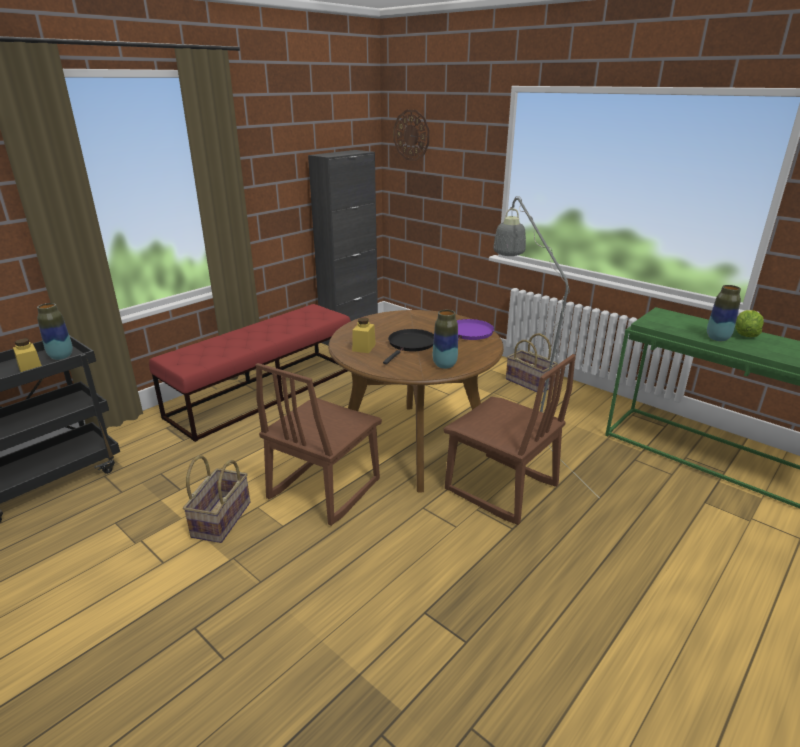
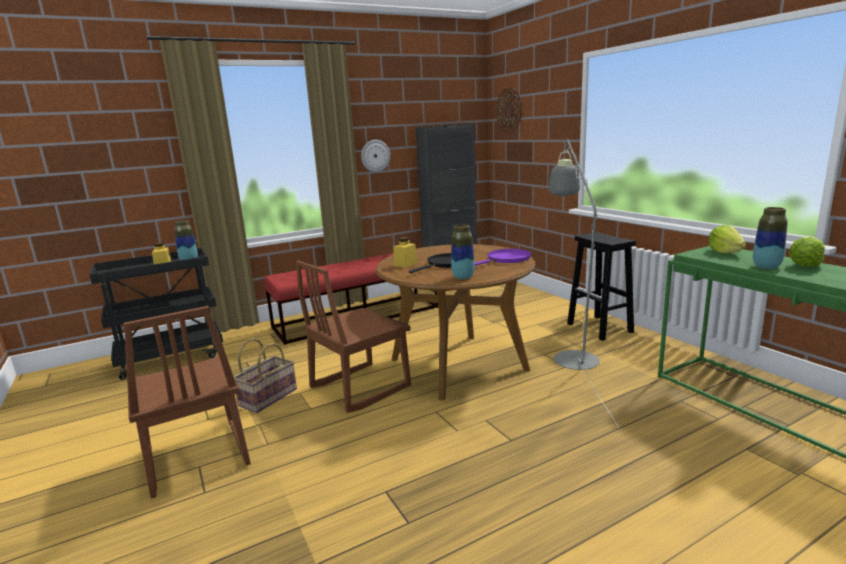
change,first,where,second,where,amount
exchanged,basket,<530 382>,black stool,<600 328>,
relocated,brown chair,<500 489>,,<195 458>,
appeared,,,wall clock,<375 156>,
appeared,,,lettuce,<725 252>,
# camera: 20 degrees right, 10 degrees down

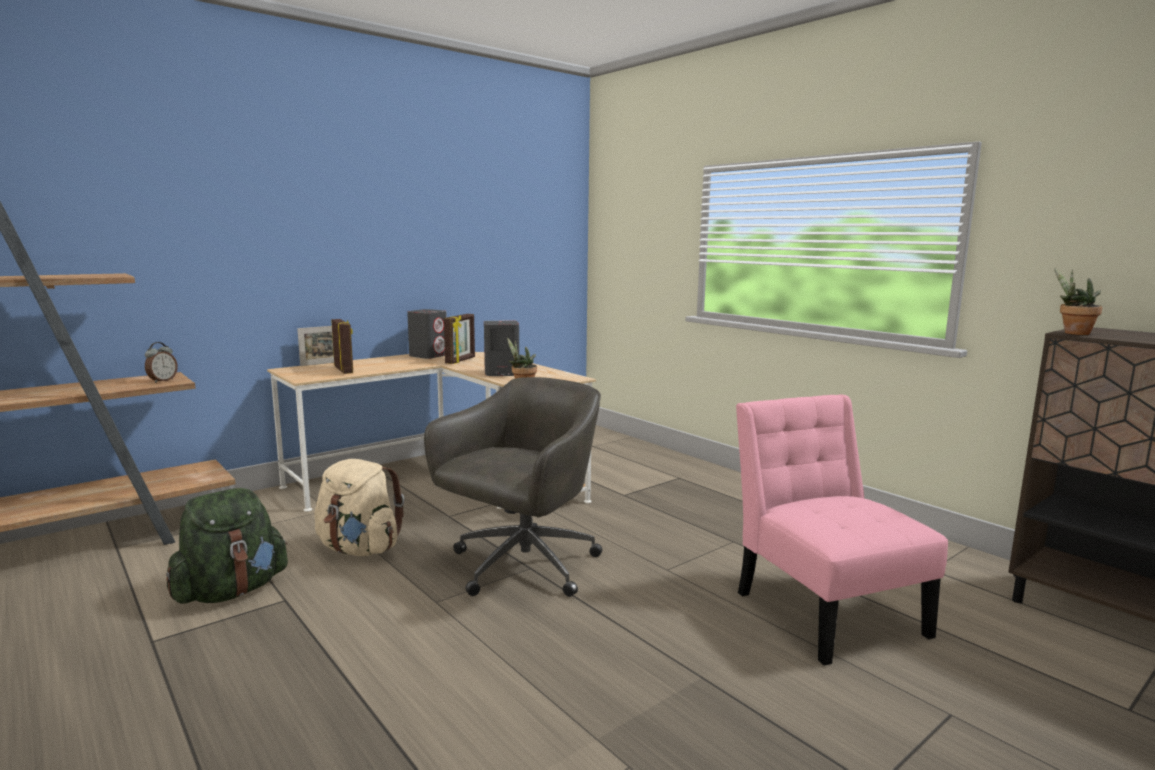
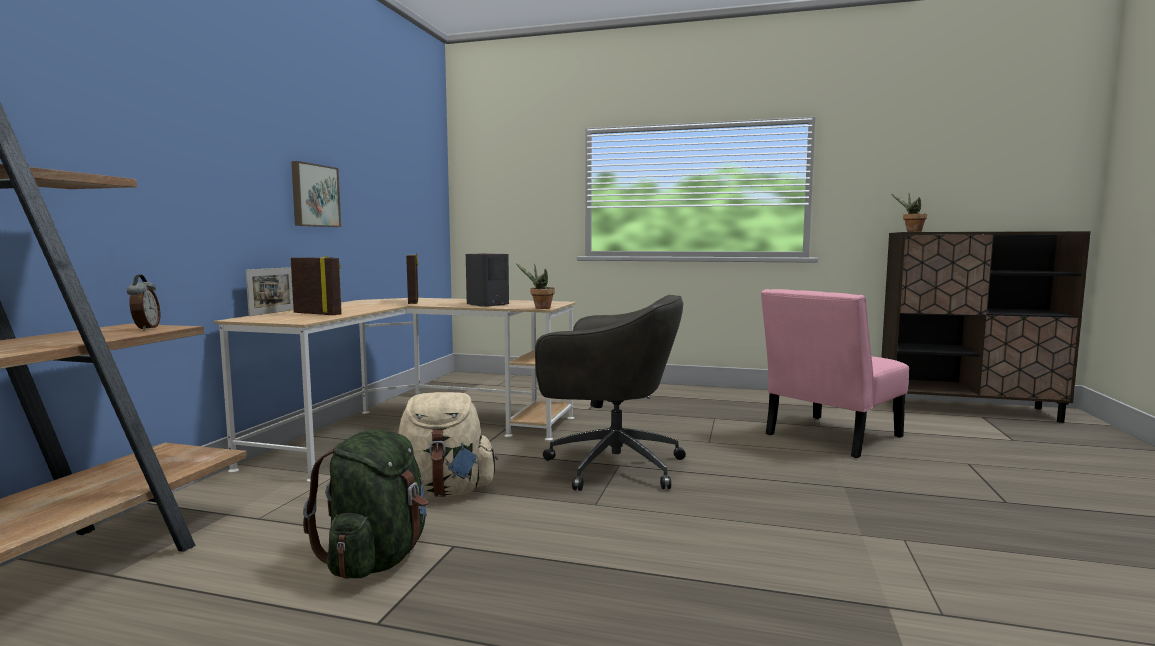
change,first,where,second,where,amount
missing,grey speaker,<428 356>,,,
spun,grey office chair,<521 566>,,<610 466>,105 degrees clockwise
spun,pink chair,<823 609>,,<829 437>,75 degrees counterclockwise
appeared,,,picture,<314 195>,
# camera: 35 degrees left, 5 degrees down

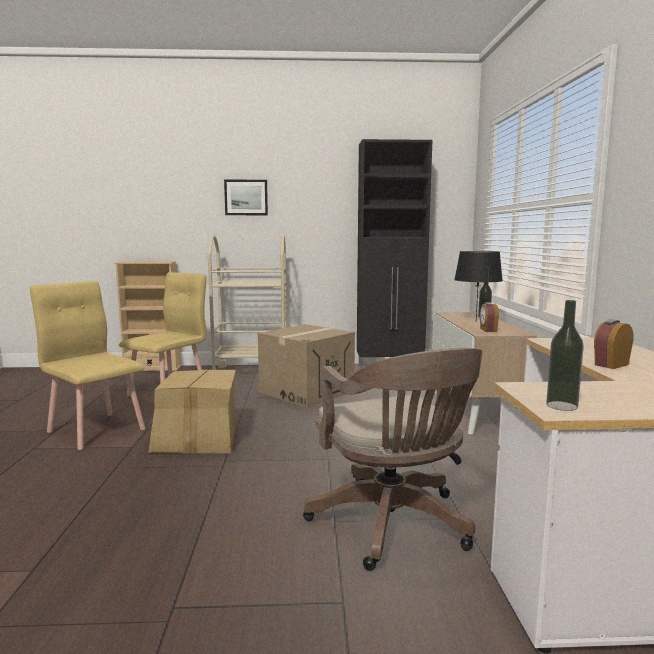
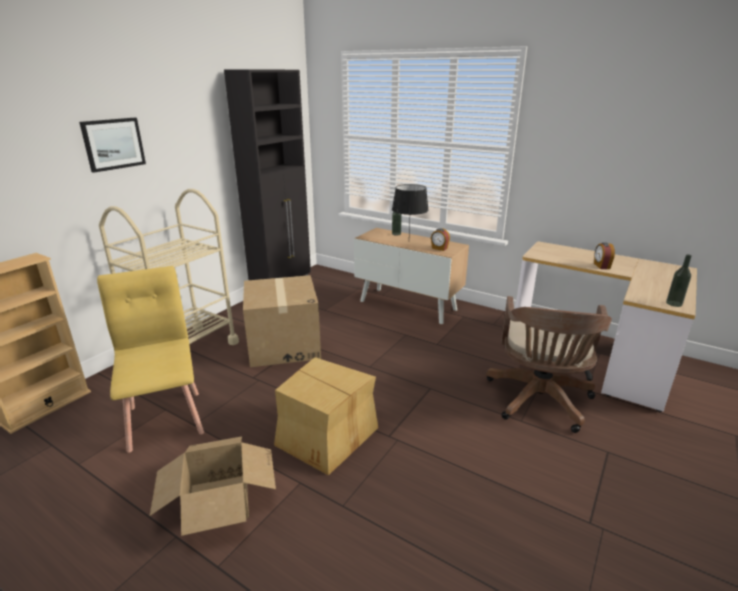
change,first,where,second,where,amount
exchanged,yellow chair,<96 430>,cardboard box,<219 500>,
spun,brown office chair,<393 526>,,<539 402>,90 degrees clockwise
# camera: 55 degrees left, 15 degrees up

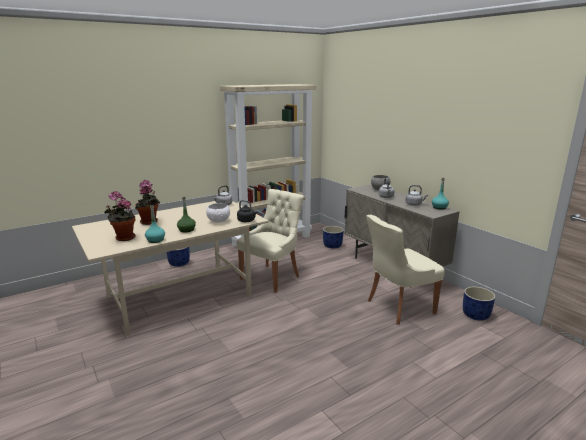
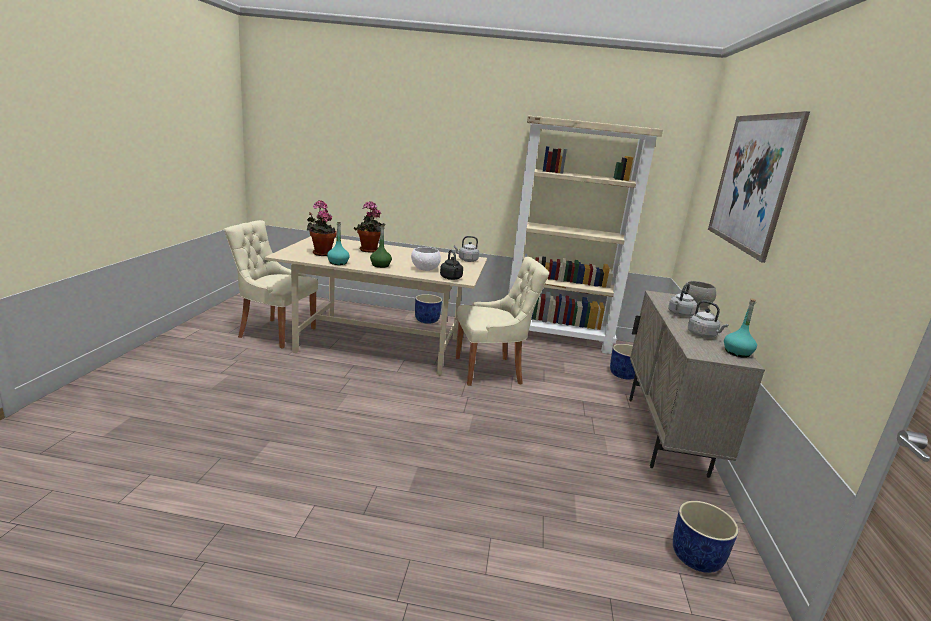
change,first,where,second,where,amount
relocated,beige chair,<398 307>,,<274 332>,
appeared,,,picture,<751 181>,
# camera: 40 degrees right, 0 degrees up

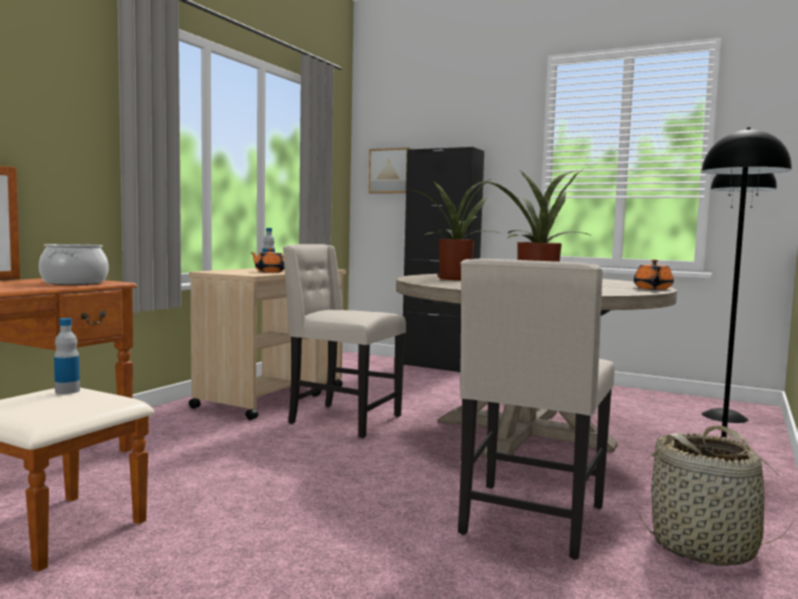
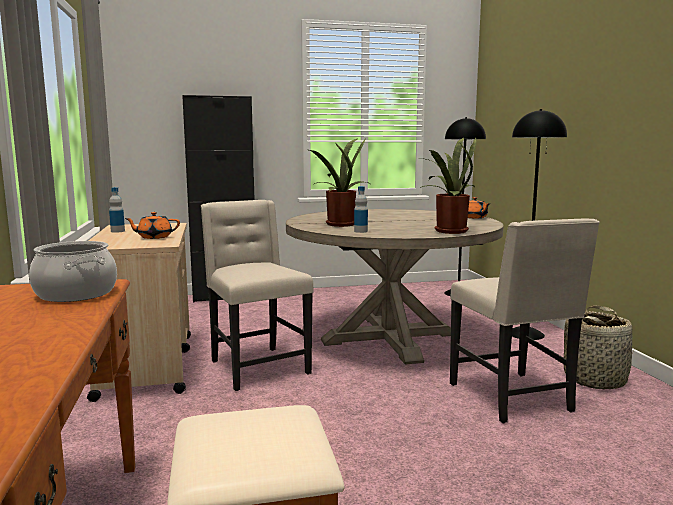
change,first,where,second,where,amount
missing,picture,<390 171>,,,
spun,beige chair,<342 420>,,<257 367>,75 degrees clockwise
relocated,bottle,<67 391>,,<360 231>,
# camera: 40 degrees left, 5 degrees up

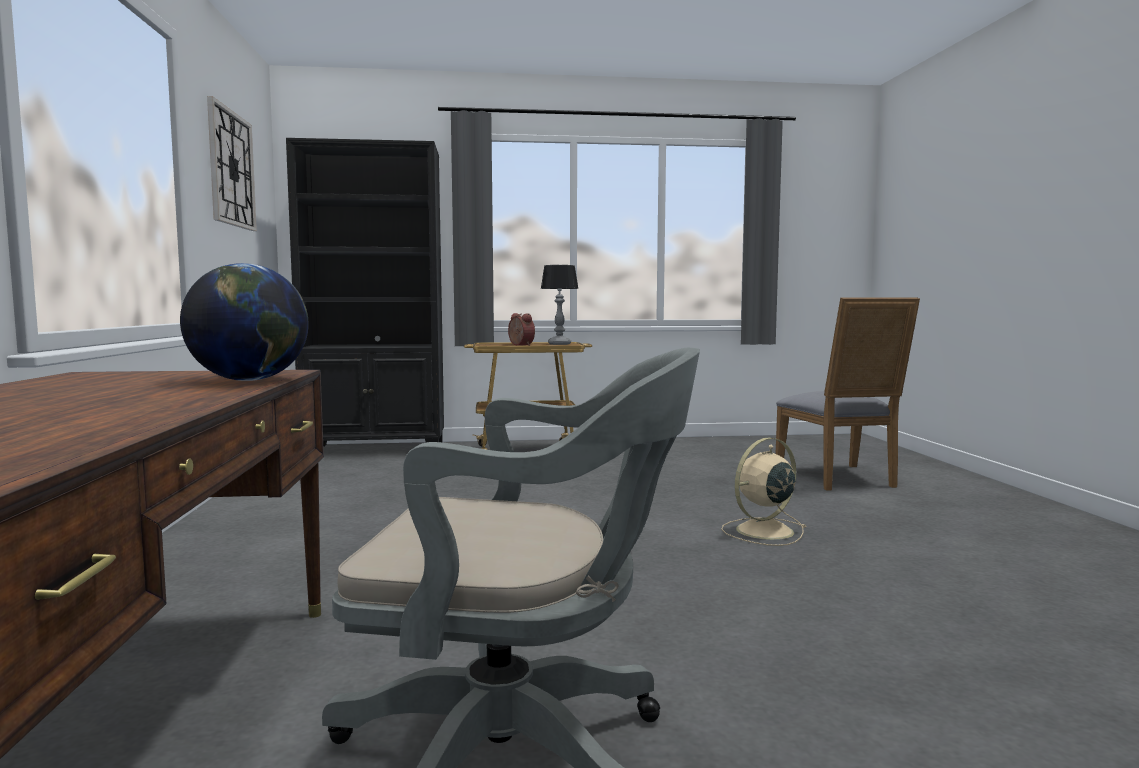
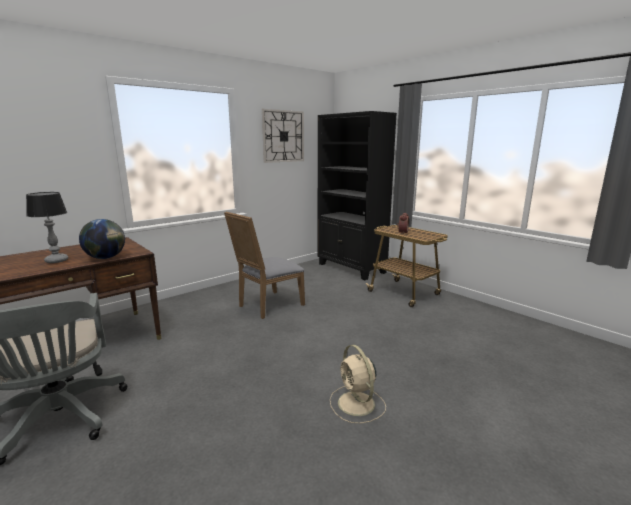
change,first,where,second,where,amount
relocated,table lamp,<559 344>,,<57 260>,
relocated,grey chair,<840 479>,,<267 306>,
spun,beige fan,<762 531>,,<357 404>,135 degrees counterclockwise
# camera: 55 degrees right, 10 degrees up

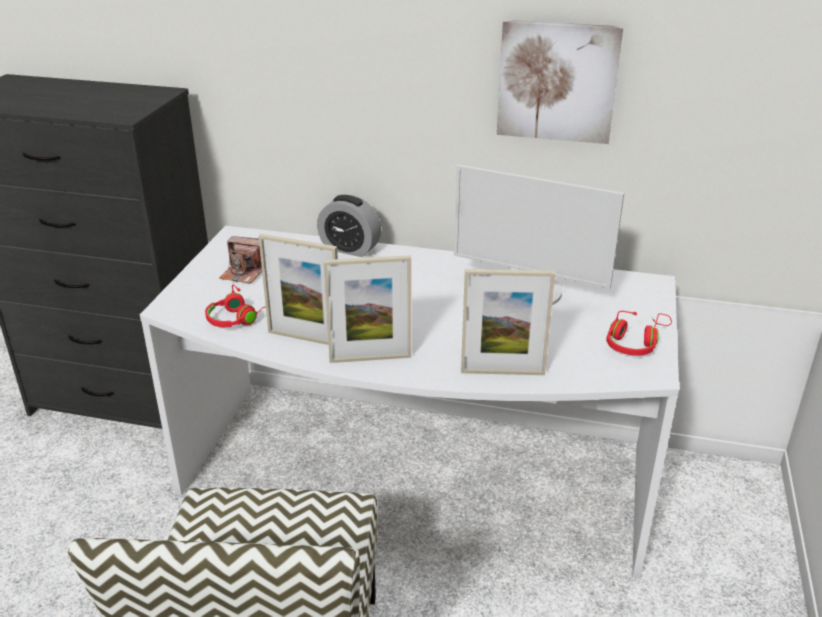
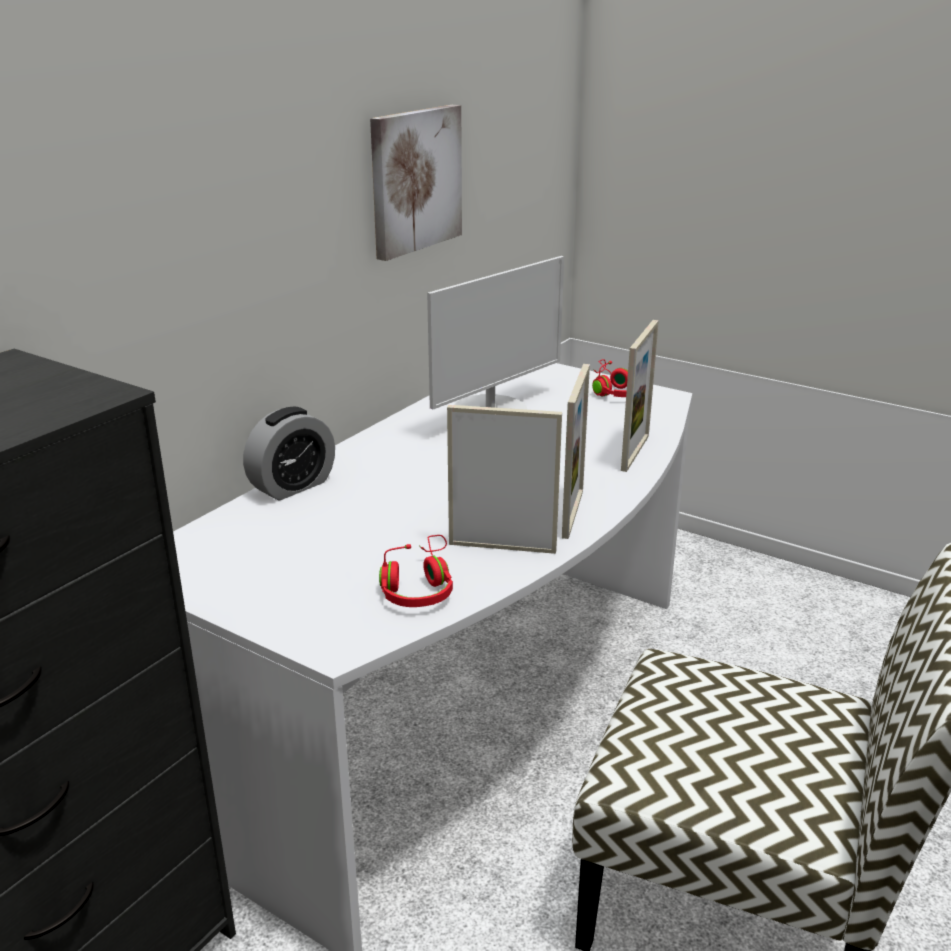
change,first,where,second,where,amount
spun,picture frame,<304 338>,,<502 547>,120 degrees counterclockwise
missing,photo camera,<244 272>,,,
# camera: 70 degrees left, 5 degrees down

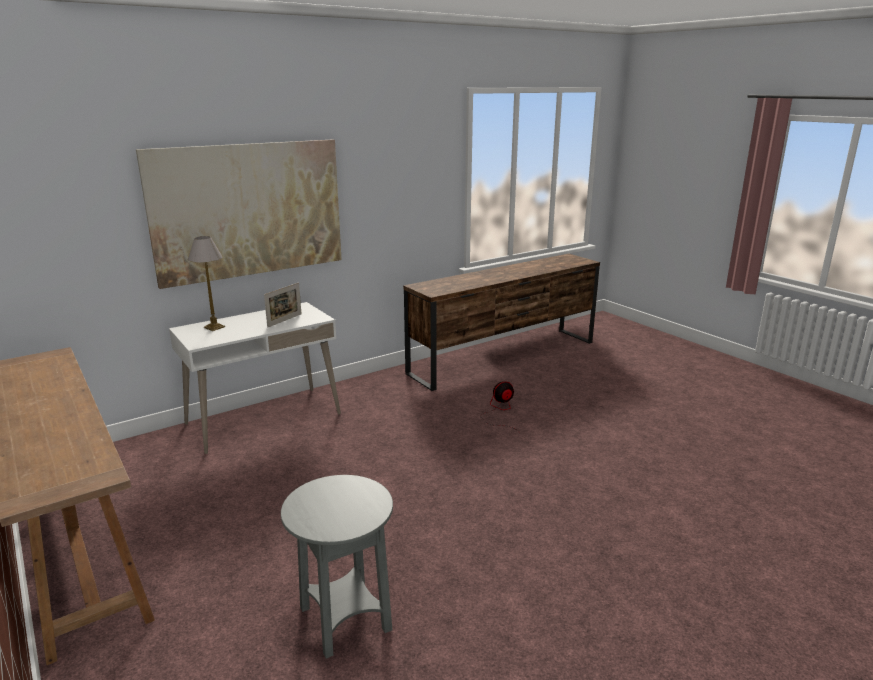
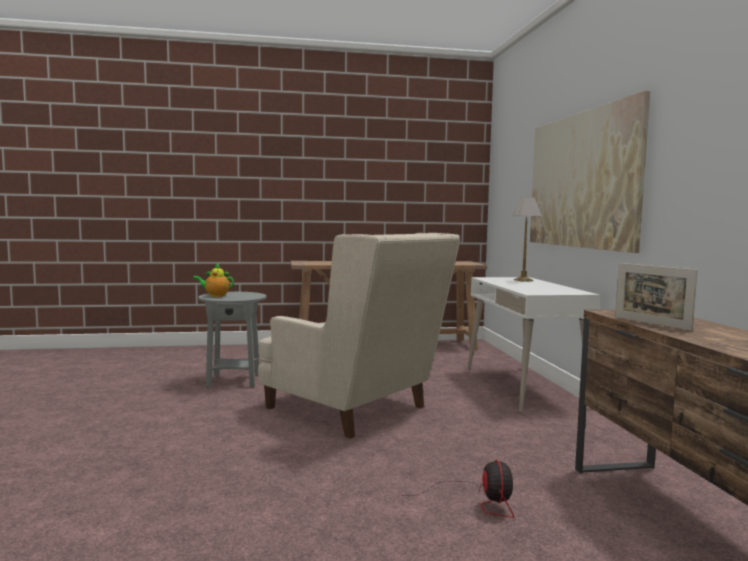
change,first,where,second,where,amount
relocated,picture frame,<284 320>,,<651 323>,
appeared,,,beige armchair,<356 410>,
appeared,,,teapot,<215 296>,
# camera: 115 degrees right, 15 degrees down

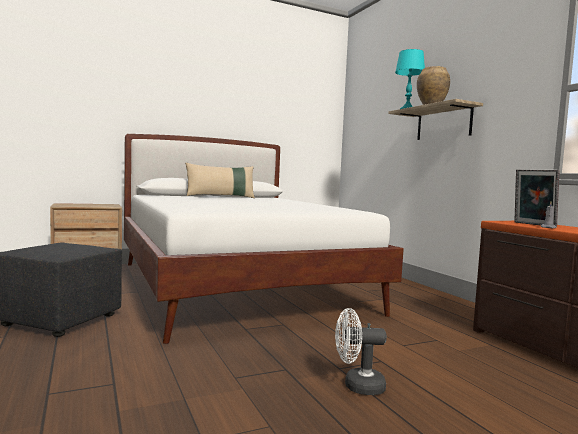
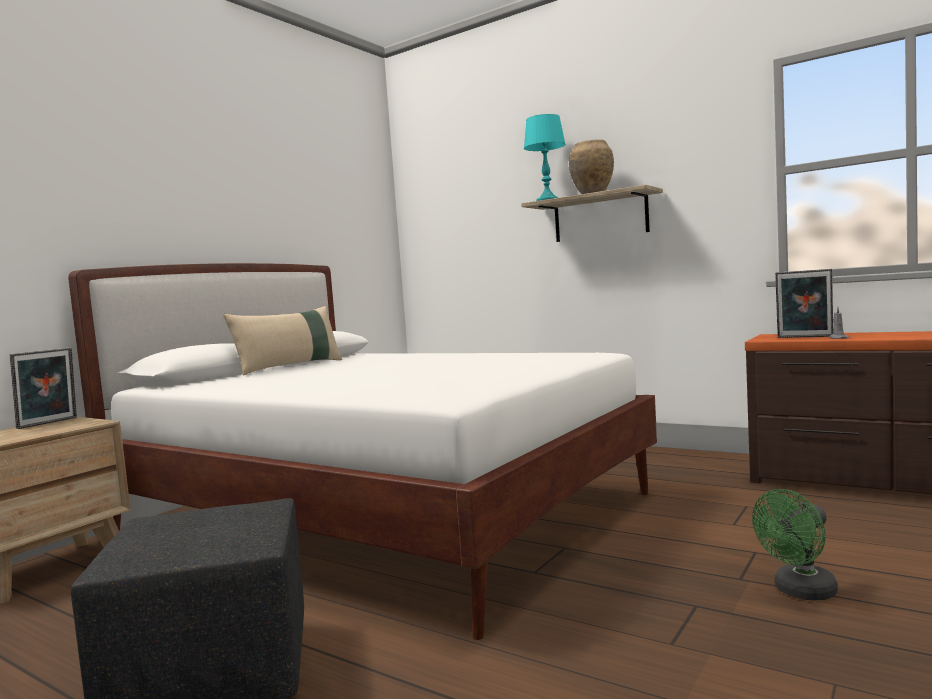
change,first,where,second,where,amount
colour,white fan,<357 386>,green fan,<799 592>,
appeared,,,picture frame,<49 423>,
# camera: 30 degrees left, 0 degrees up

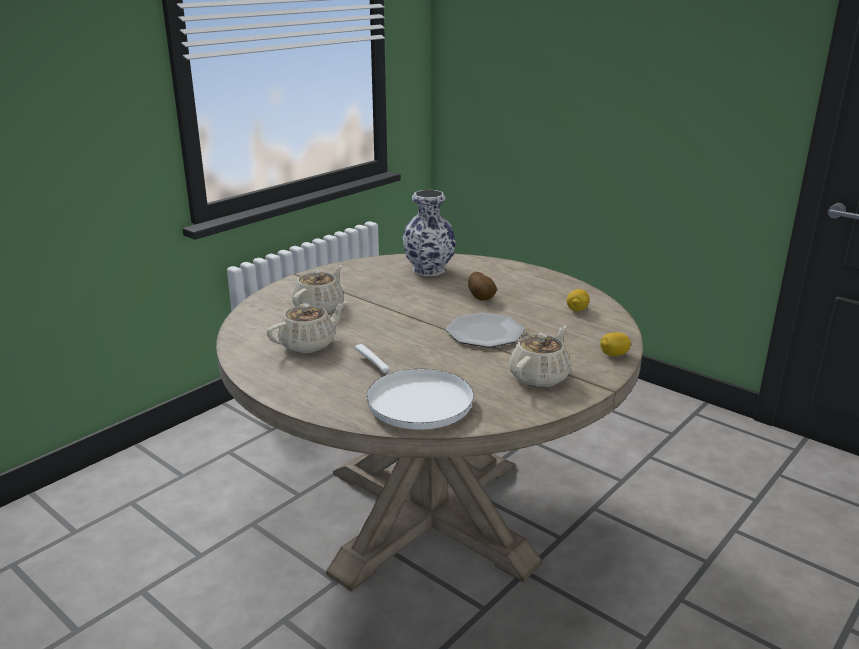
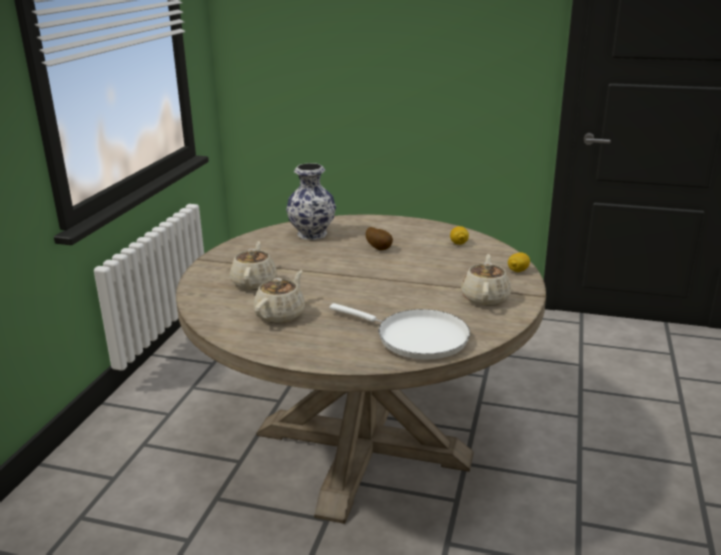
change,first,where,second,where,amount
missing,plate,<485 332>,,,
# camera: 25 degrees left, 0 degrees up

